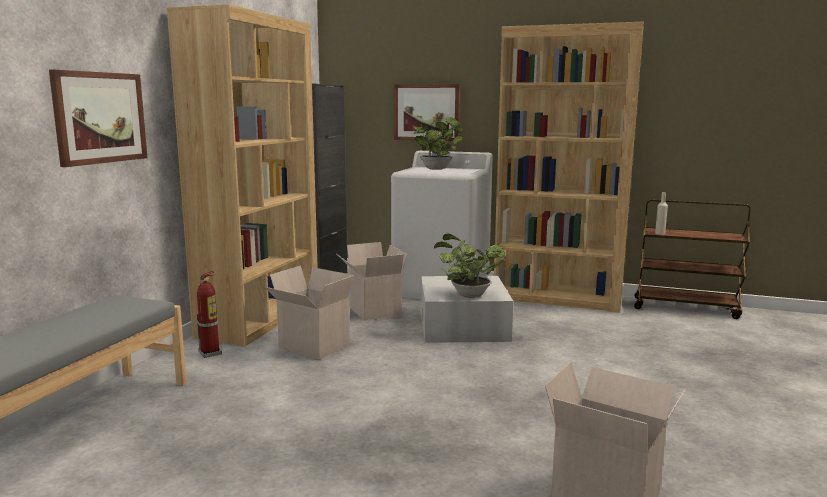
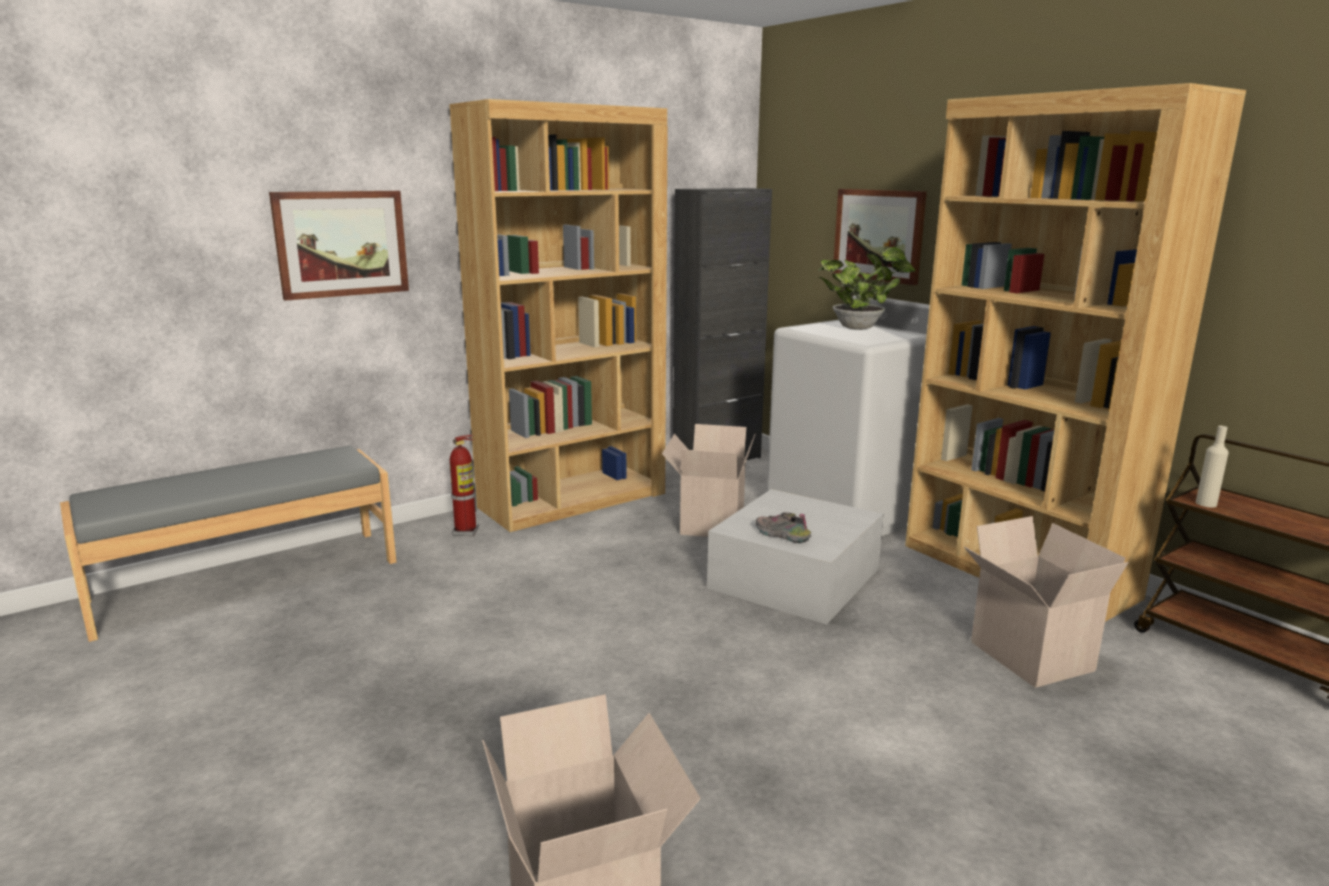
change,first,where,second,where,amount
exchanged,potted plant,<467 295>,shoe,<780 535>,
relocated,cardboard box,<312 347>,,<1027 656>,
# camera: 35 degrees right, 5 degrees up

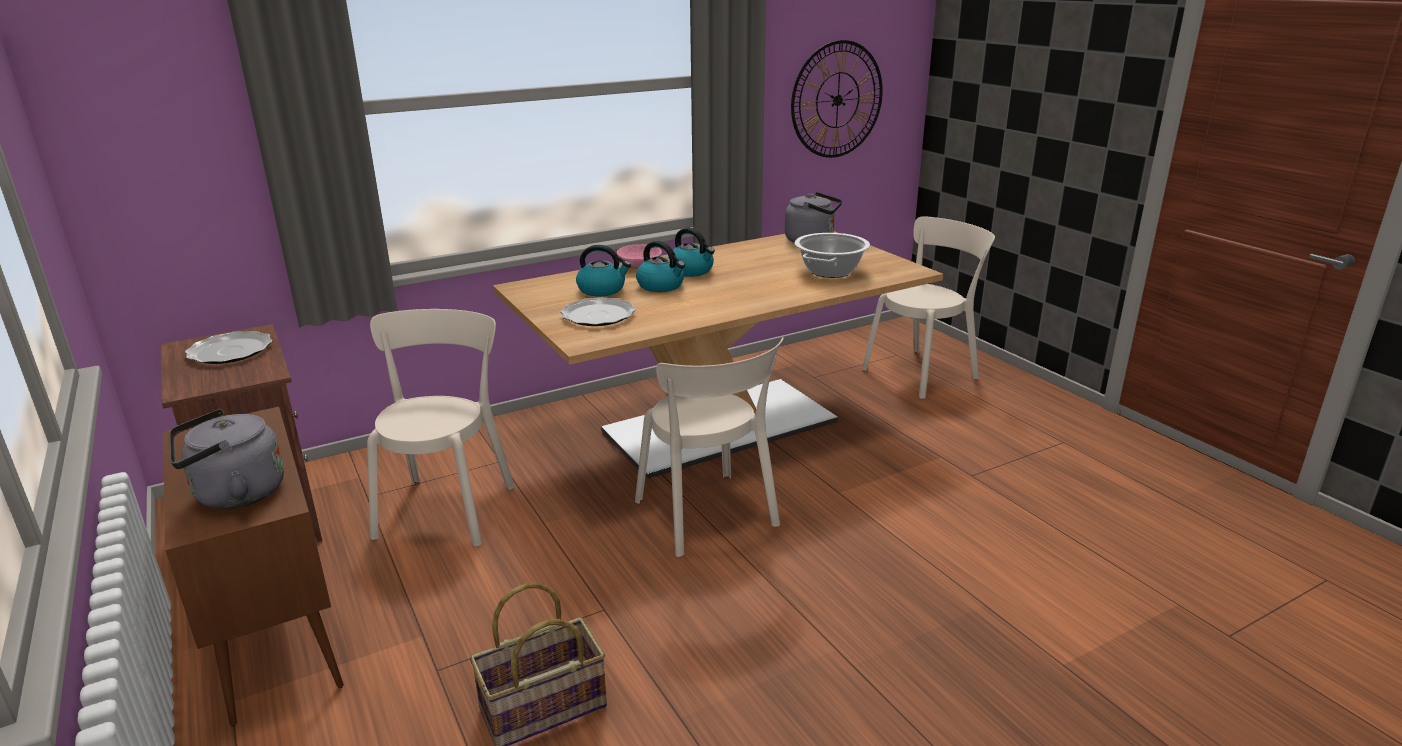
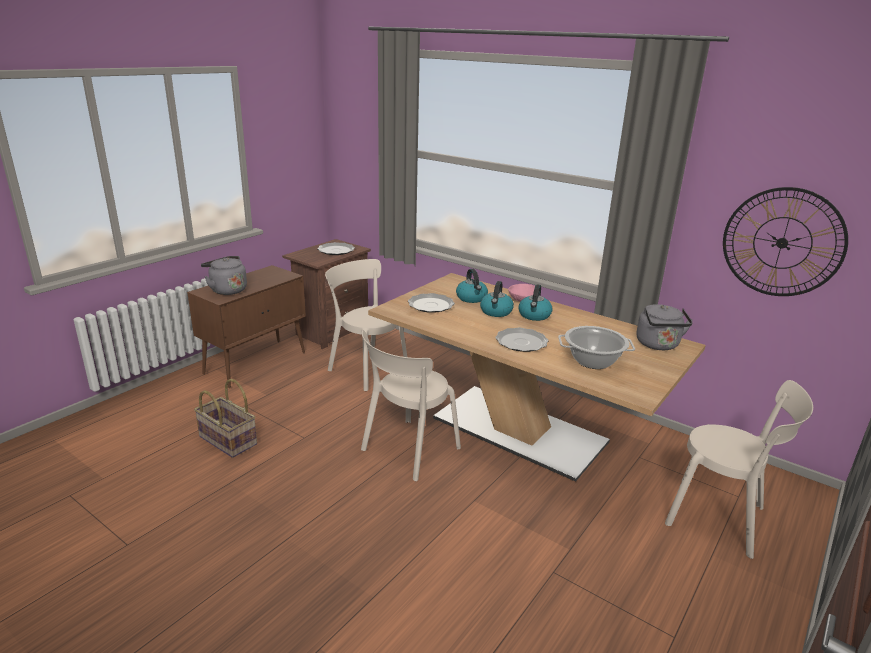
change,first,where,second,where,amount
spun,beige chair,<448 507>,,<366 368>,120 degrees counterclockwise
appeared,,,plate,<521 342>,
# camera: 65 degrees right, 0 degrees up

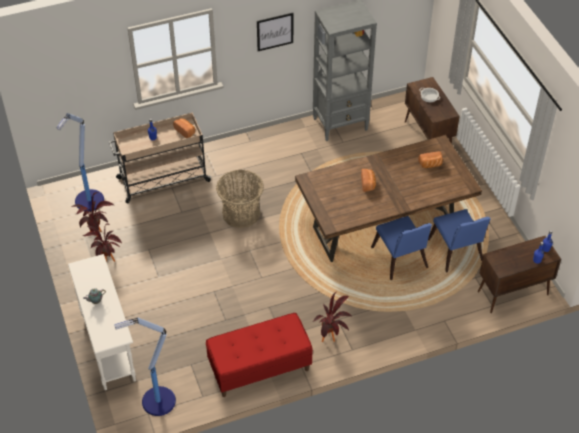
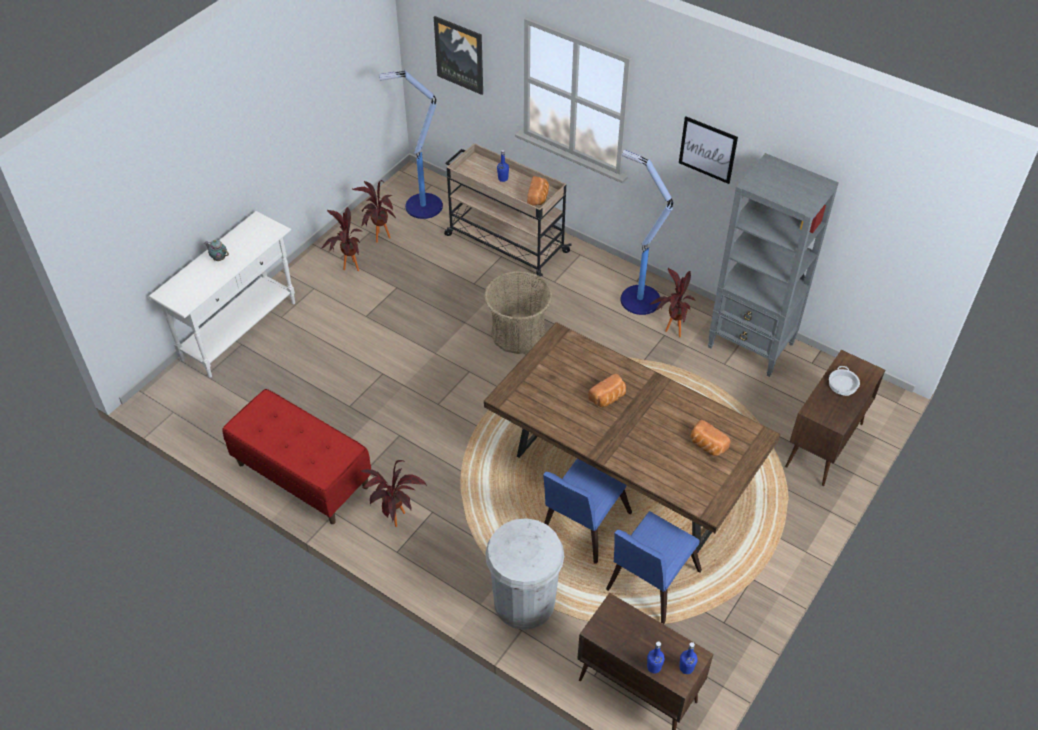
change,first,where,second,where,amount
relocated,floor lamp,<157 402>,,<638 299>,
appeared,,,picture,<460 55>,
appeared,,,potted plant,<670 331>,
appeared,,,white trash can,<524 601>,
# camera: 55 degrees right, 0 degrees up

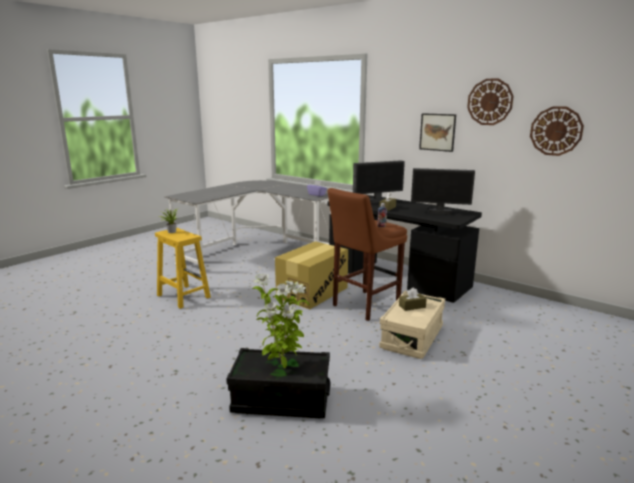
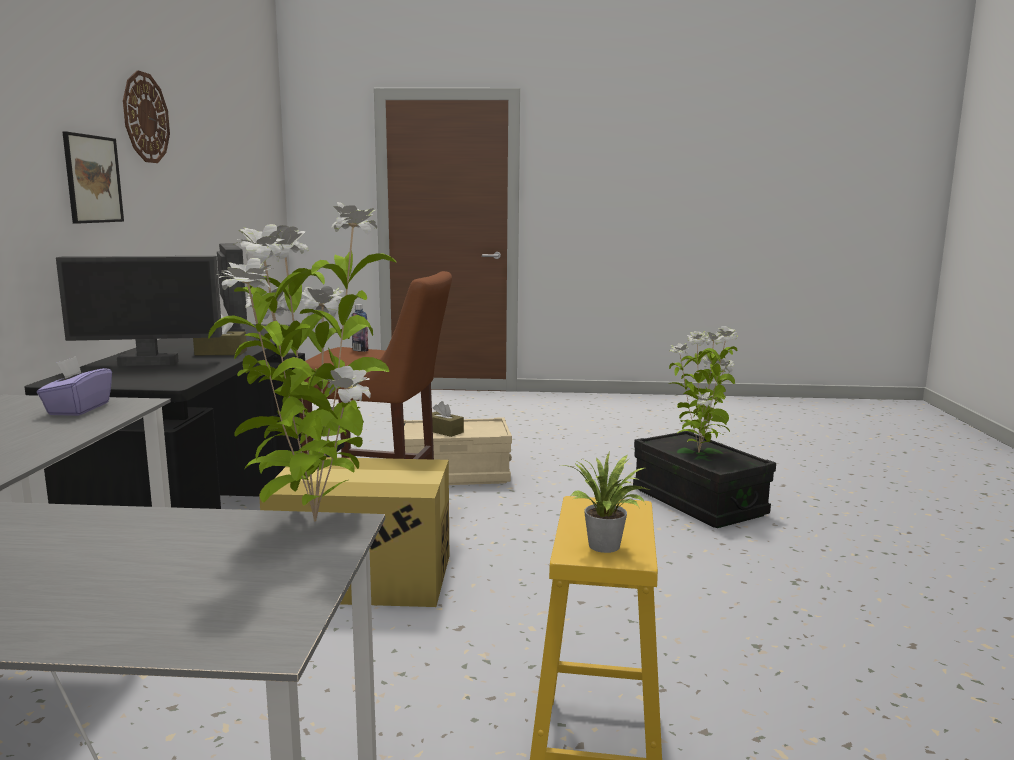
change,first,where,second,where,amount
missing,wall clock,<556 131>,,,
spun,monitor,<377 201>,,<149 363>,135 degrees clockwise
appeared,,,potted plant,<312 519>,
# camera: 125 degrees left, 5 degrees down

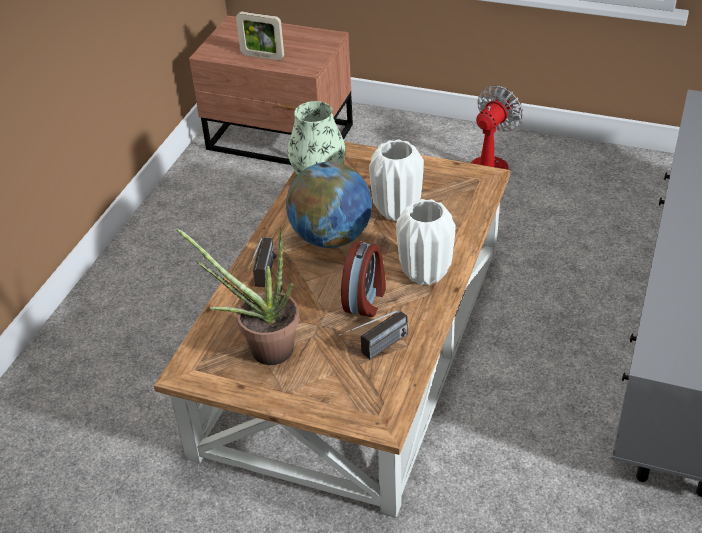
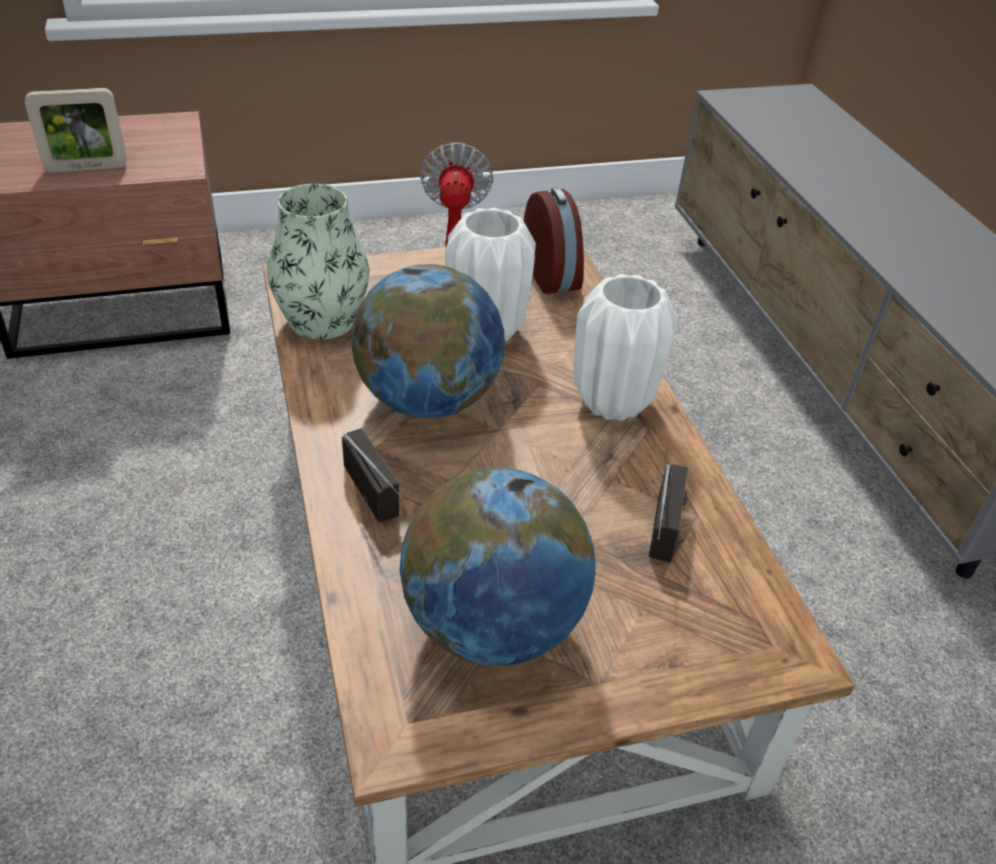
change,first,where,second,where,amount
exchanged,potted plant,<262 349>,globe,<492 625>,
relocated,alarm clock,<366 299>,,<553 275>,
# camera: 40 degrees left, 0 degrees up

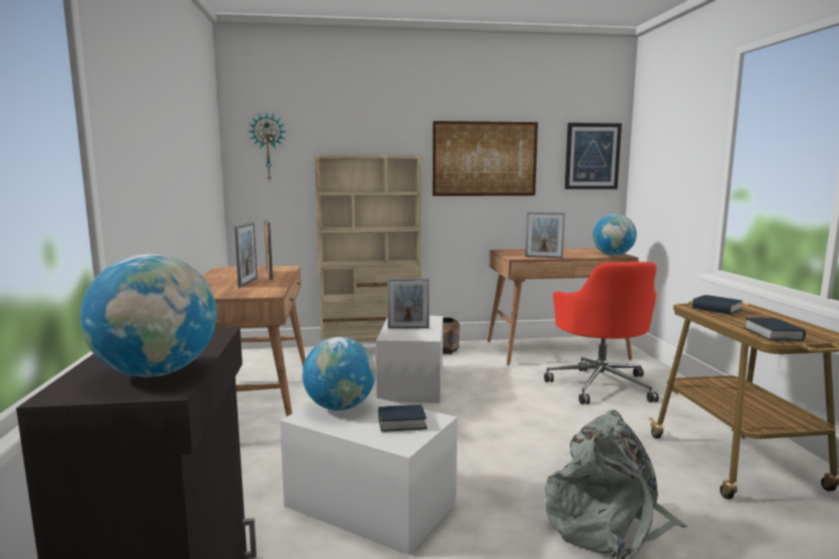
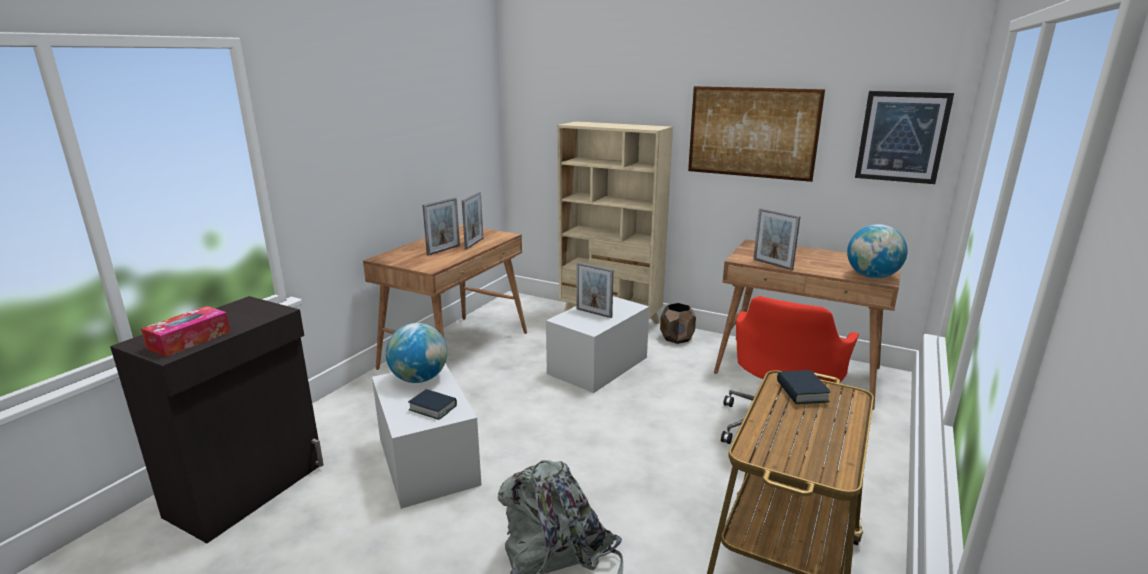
change,first,where,second,where,amount
missing,wall clock,<268 147>,,,
exchanged,globe,<157 373>,tissue box,<189 340>,
missing,book,<772 334>,,,
# camera: 35 degrees right, 10 degrees up

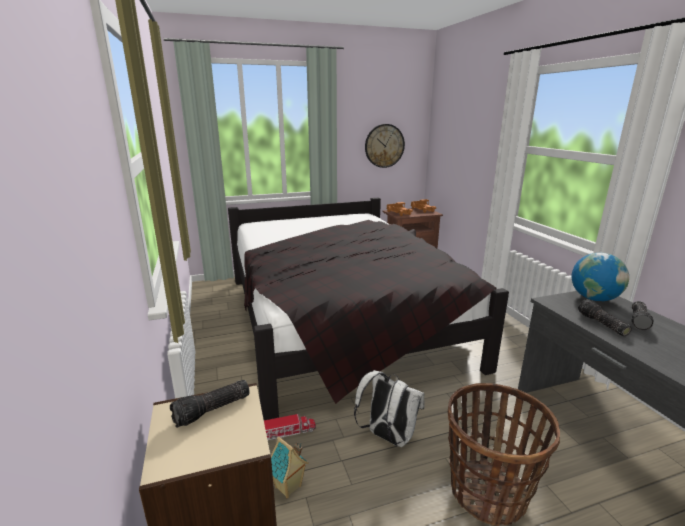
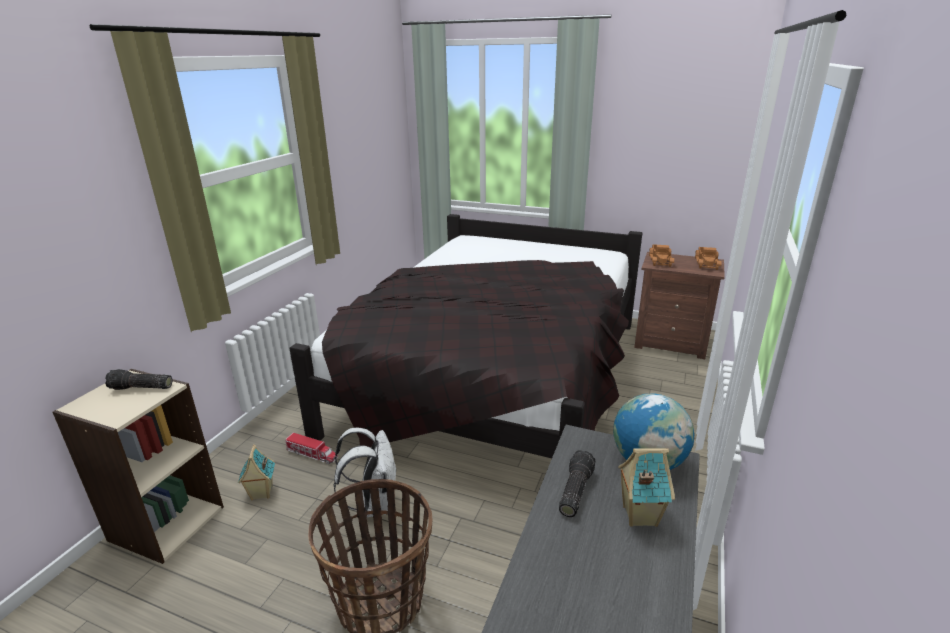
change,first,where,second,where,amount
missing,wall clock,<384 146>,,,
exchanged,flashlight,<640 321>,toy house,<638 515>,
# camera: 40 degrees right, 5 degrees up

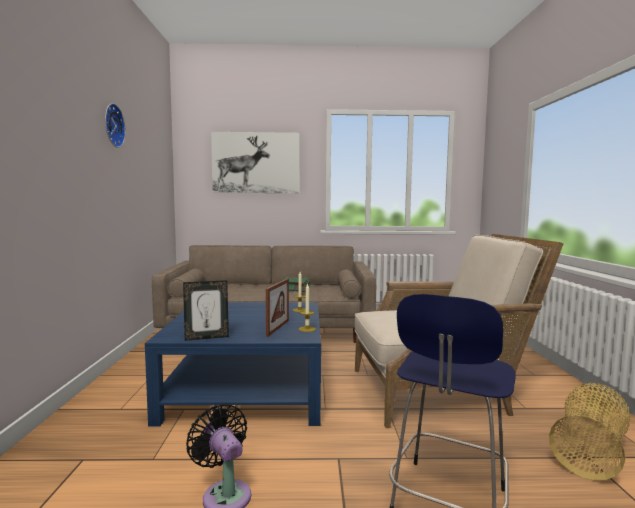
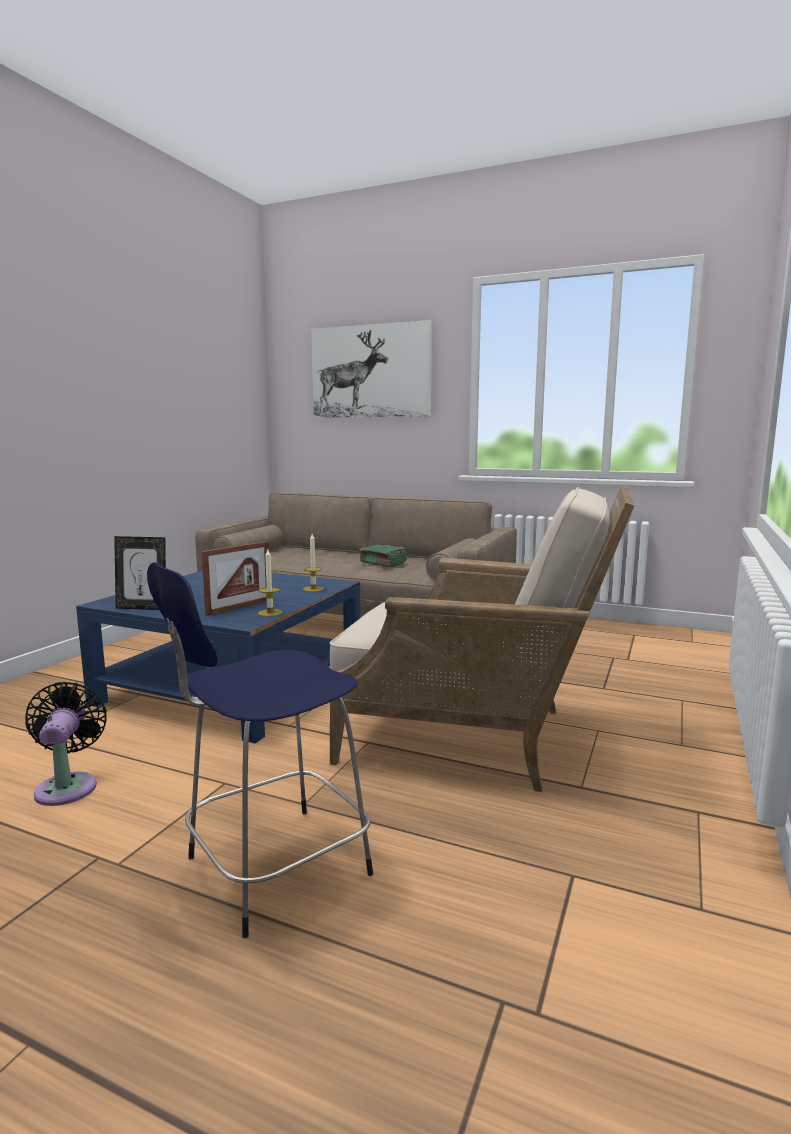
change,first,where,second,where,amount
missing,wall clock,<112 125>,,,
missing,basket,<590 451>,,,
# camera: 25 degrees right, 5 degrees up

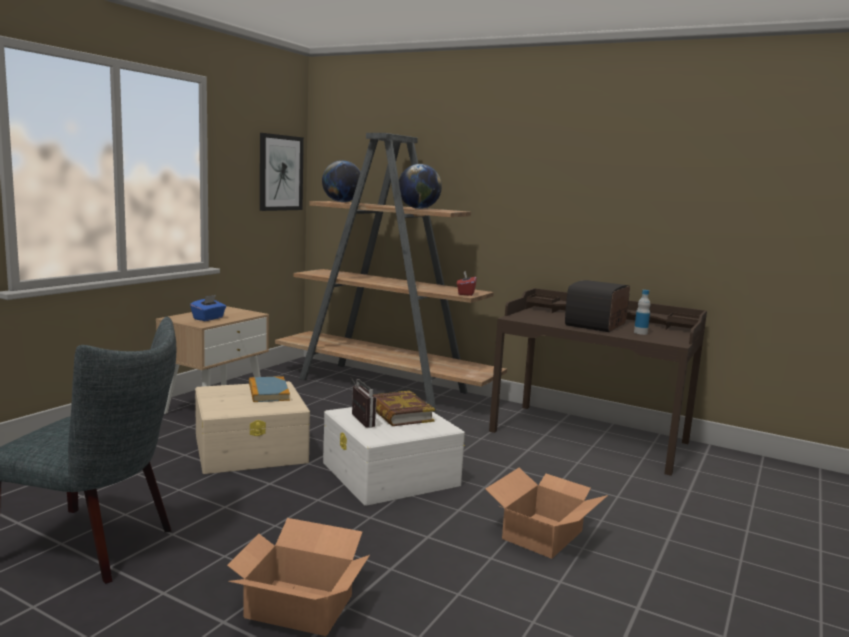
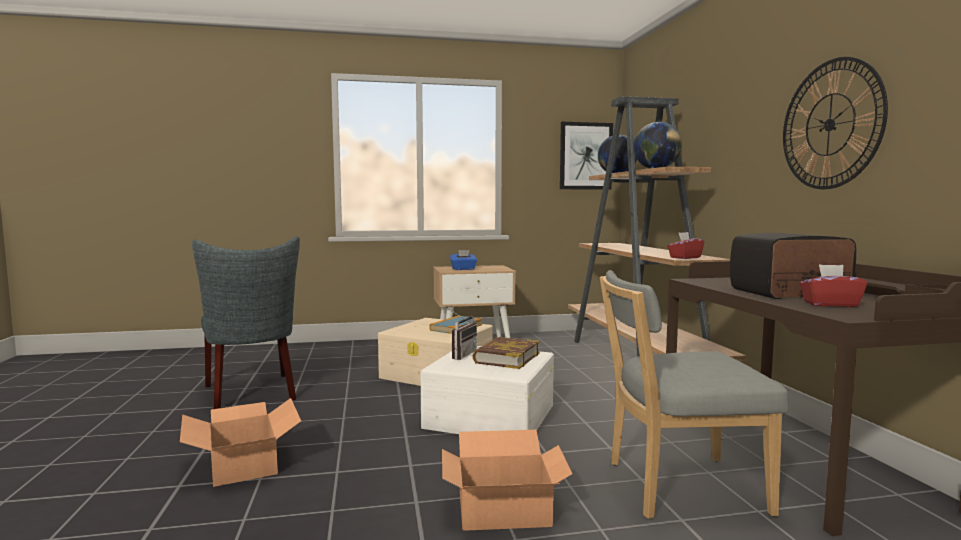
change,first,where,second,where,amount
exchanged,bottle,<640 333>,red tissue box,<830 304>,
appeared,,,wall clock,<830 124>,
appeared,,,grey chair,<677 487>,
# camera: 50 degrees right, 5 degrees down

